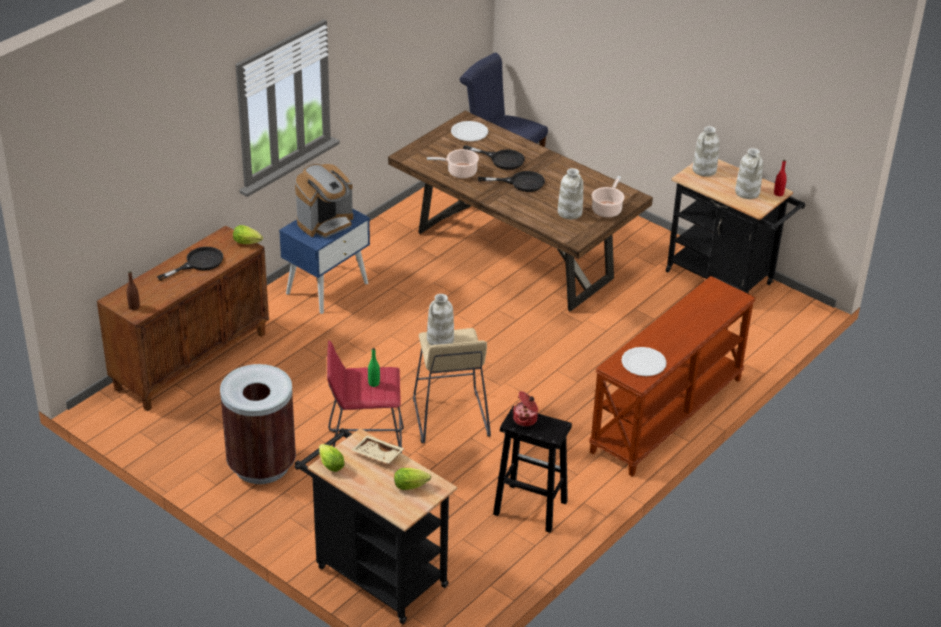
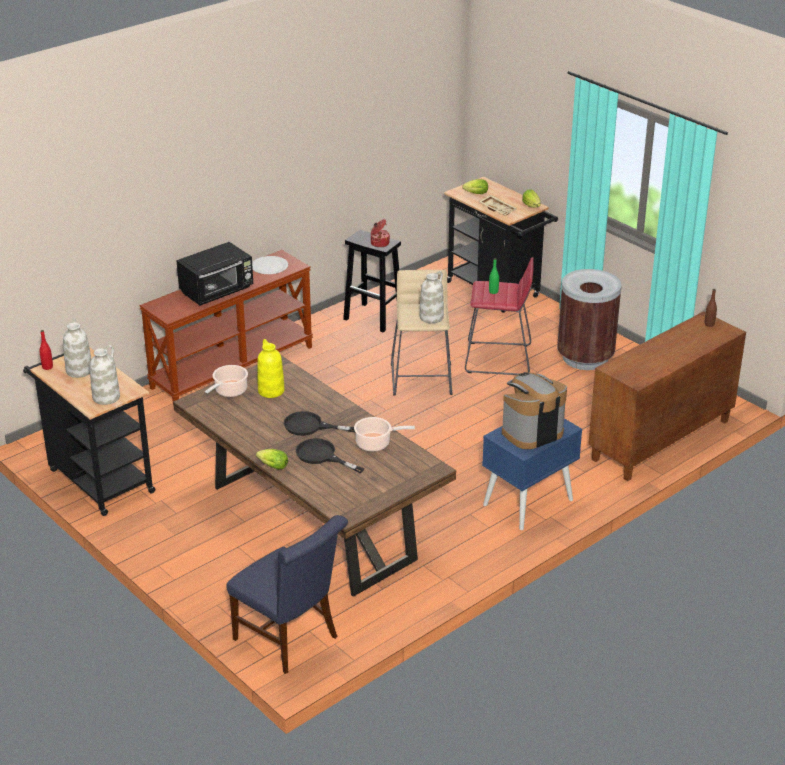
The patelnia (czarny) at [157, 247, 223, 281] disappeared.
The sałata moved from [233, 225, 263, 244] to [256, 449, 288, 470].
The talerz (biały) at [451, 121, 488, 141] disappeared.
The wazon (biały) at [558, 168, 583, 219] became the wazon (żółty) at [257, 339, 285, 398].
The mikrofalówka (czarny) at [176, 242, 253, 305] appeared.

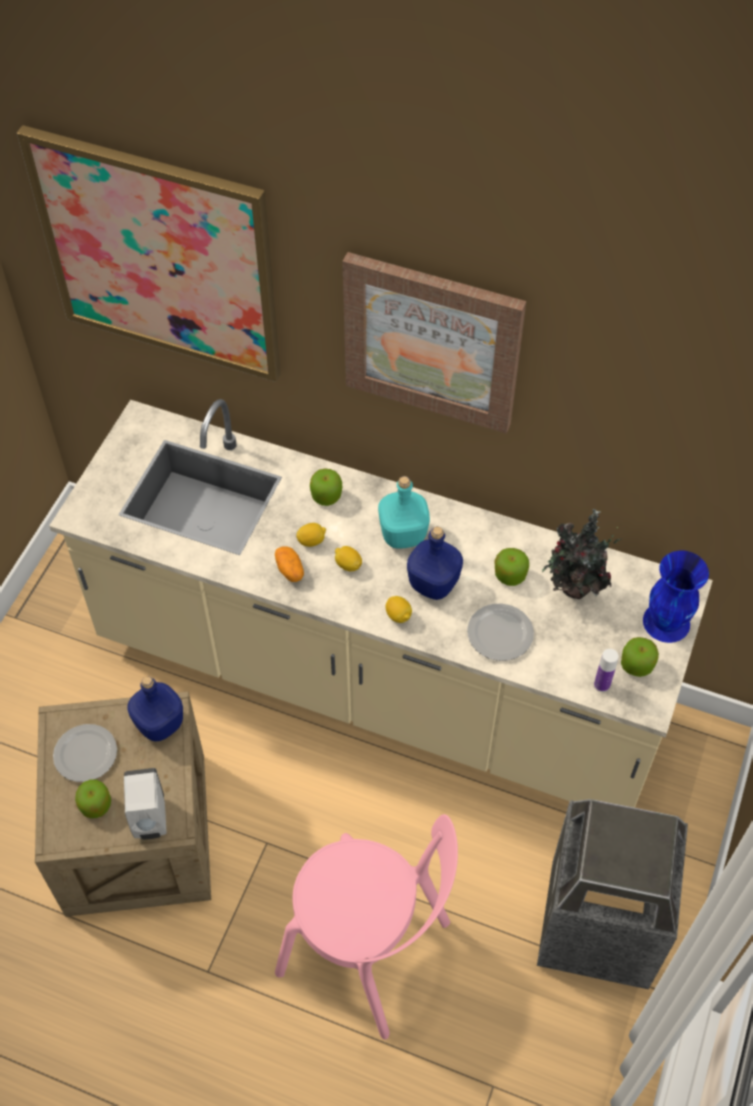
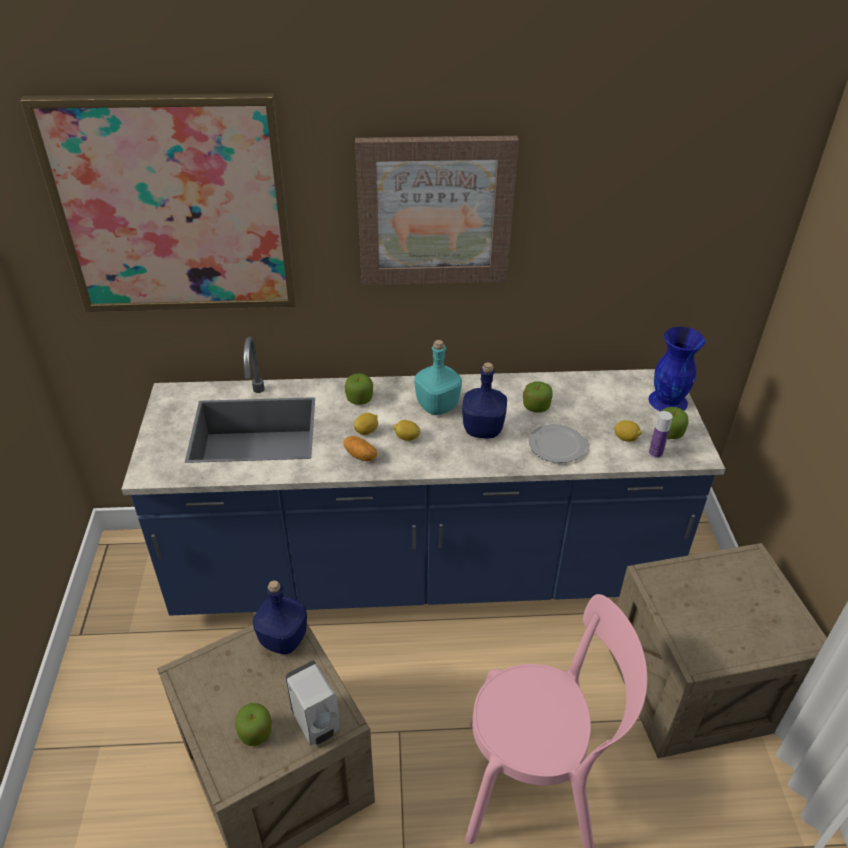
The zabudowa kuchenna (beżowy) at [49, 399, 713, 808] became the zabudowa kuchenna (niebieski) at [121, 337, 725, 616].
The talerz at [53, 724, 117, 782] disappeared.
The cytryna moved from [385, 596, 412, 623] to [615, 420, 642, 442].
The kosz na śmieci at [537, 799, 688, 989] was replaced by the skrzynka at [609, 543, 827, 758].
The roślina doniczkowa at [542, 509, 623, 599] disappeared.

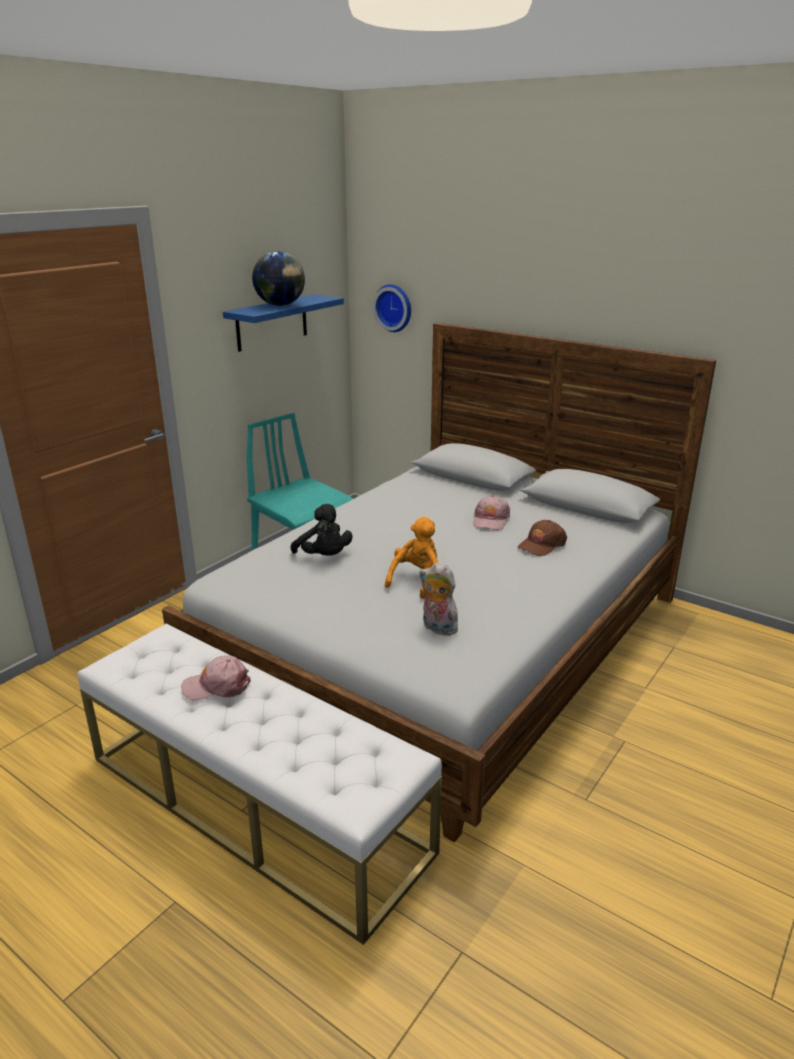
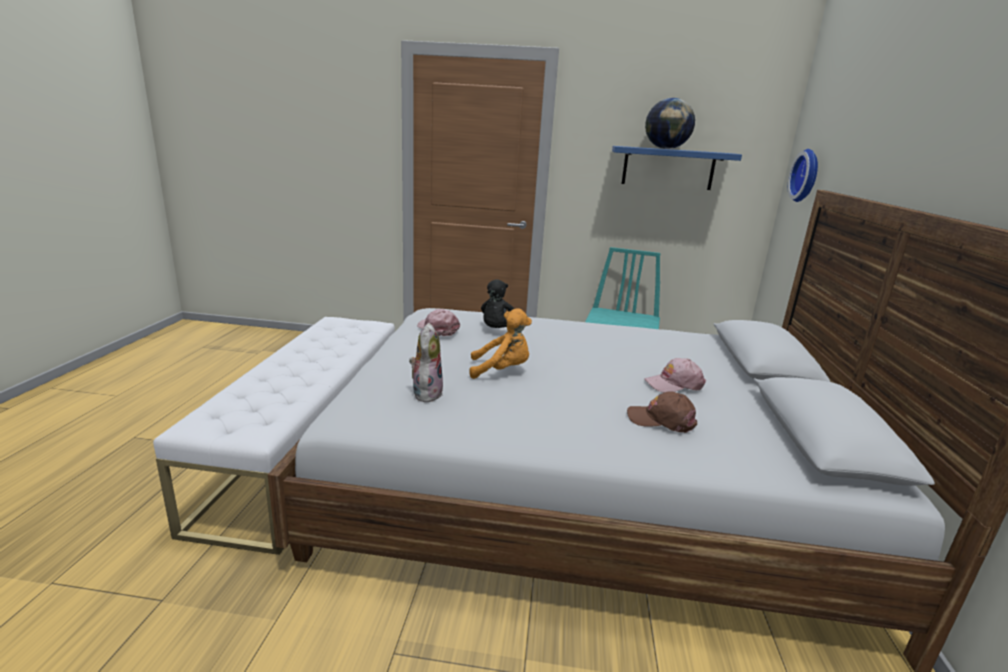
The czapka z daszkiem (różowy) moved from [181, 656, 251, 700] to [417, 309, 460, 336].

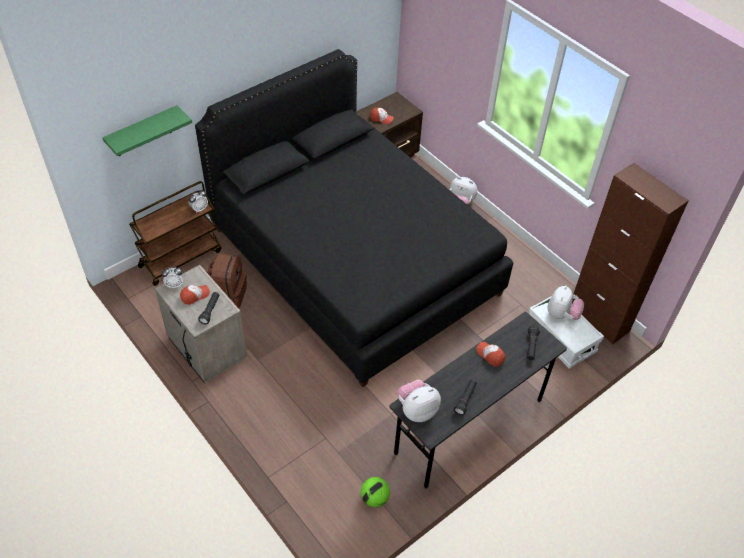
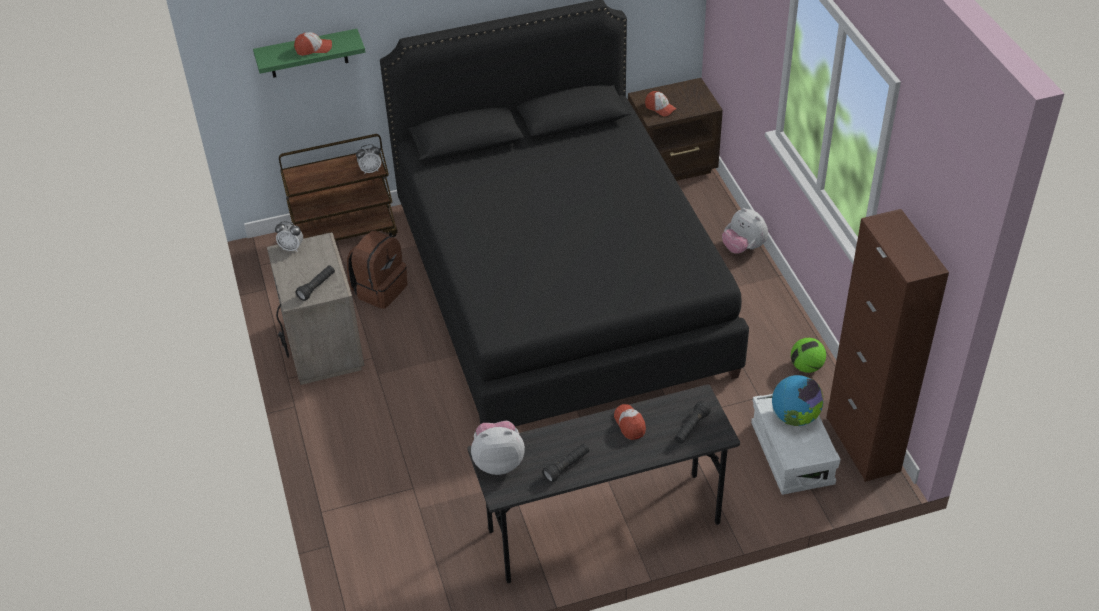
The czapka z daszkiem moved from [180, 285, 210, 305] to [294, 32, 332, 56].
The piłka futbolowa moved from [361, 477, 390, 507] to [791, 338, 826, 373].
The pluszak at [548, 286, 584, 320] was replaced by the globus at [772, 375, 824, 426].

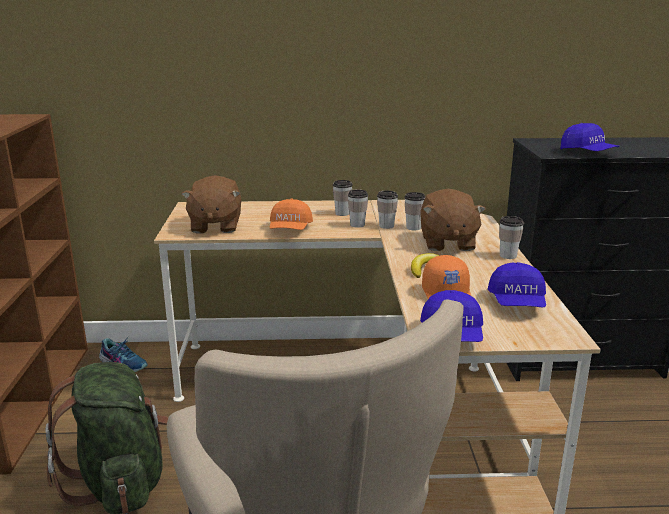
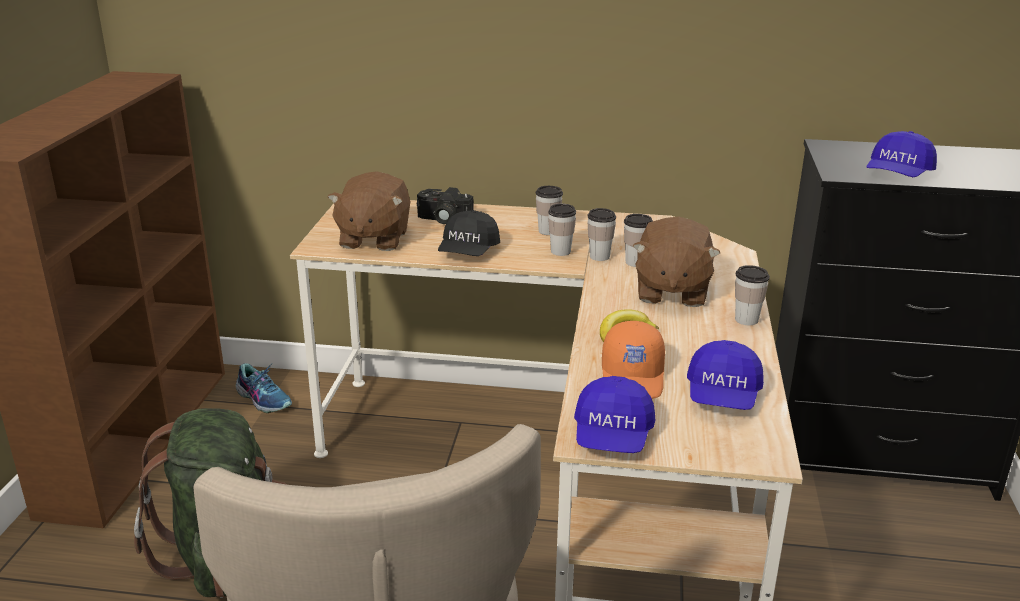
The czapka z daszkiem (pomarańczowy) at [270, 199, 313, 230] became the czapka z daszkiem (czarny) at [438, 210, 500, 256].
The czapka z daszkiem (niebieski) at [560, 123, 620, 151] turned 60 degrees clockwise.
The aparat fotograficzny at [417, 187, 474, 224] appeared.

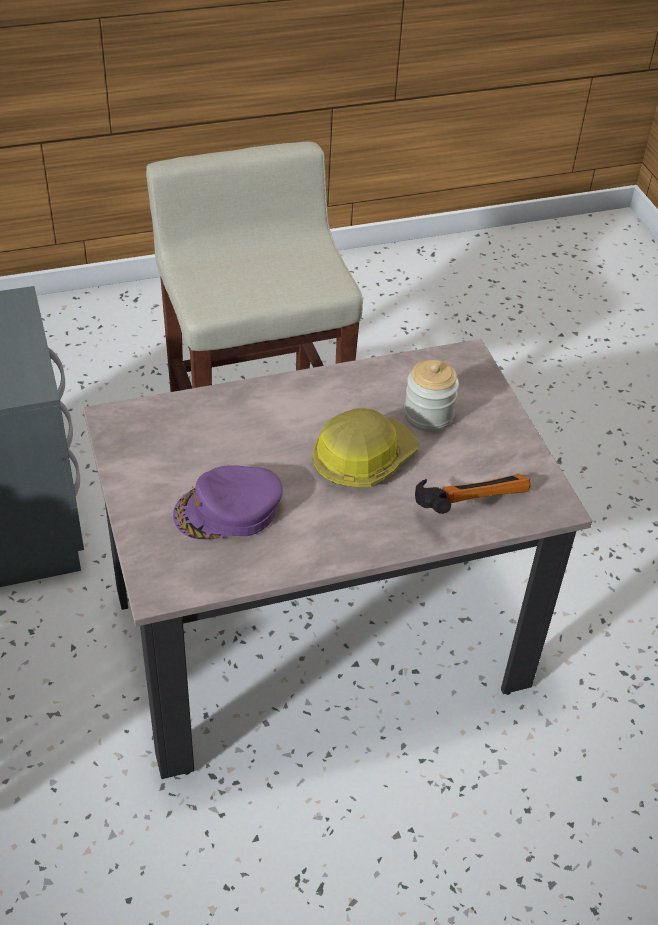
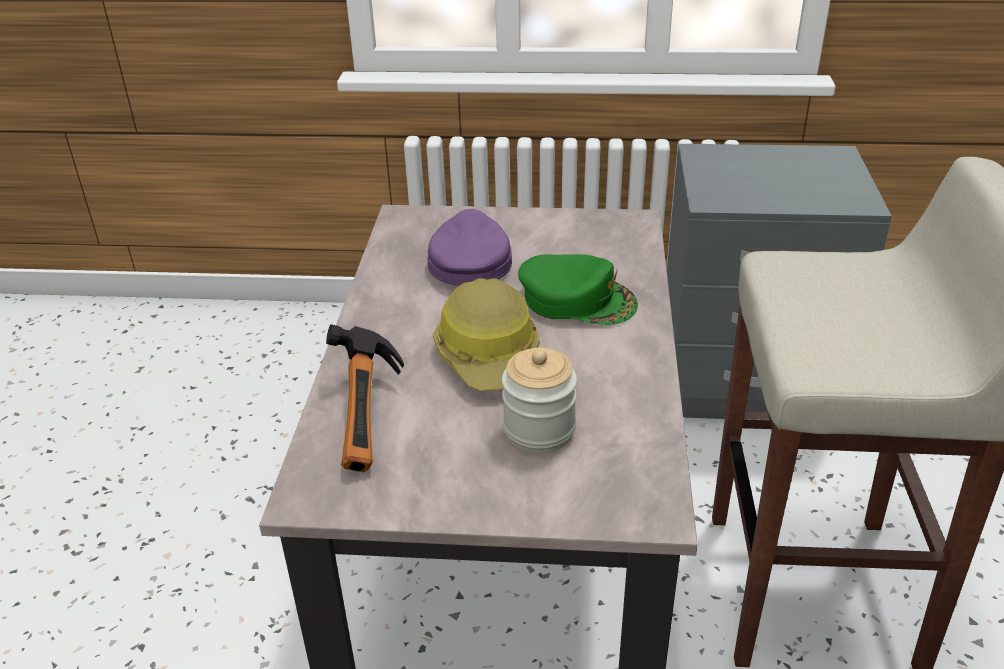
The czapka z daszkiem (zielony) at [518, 254, 638, 325] appeared.

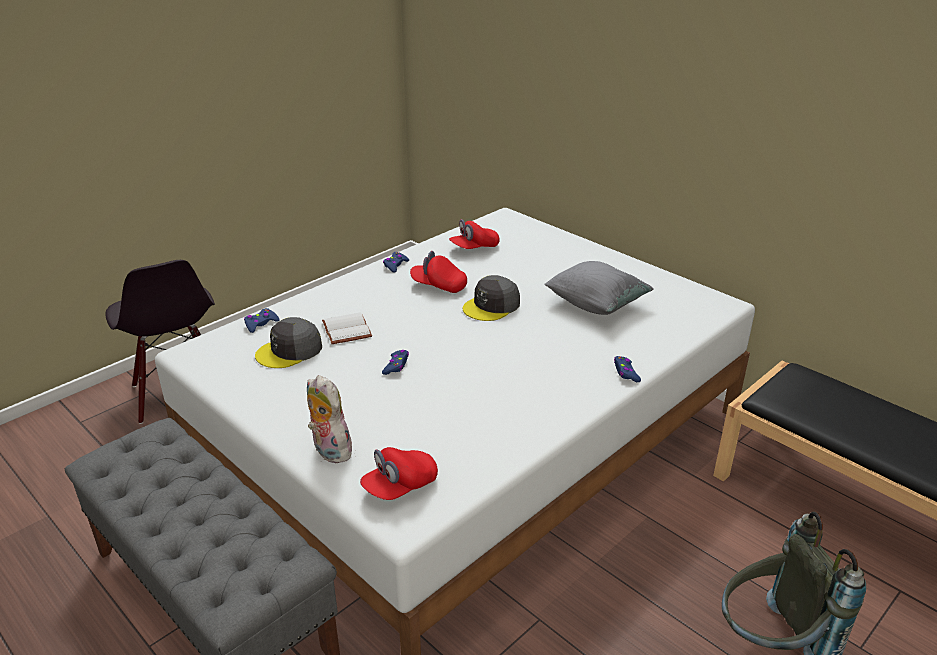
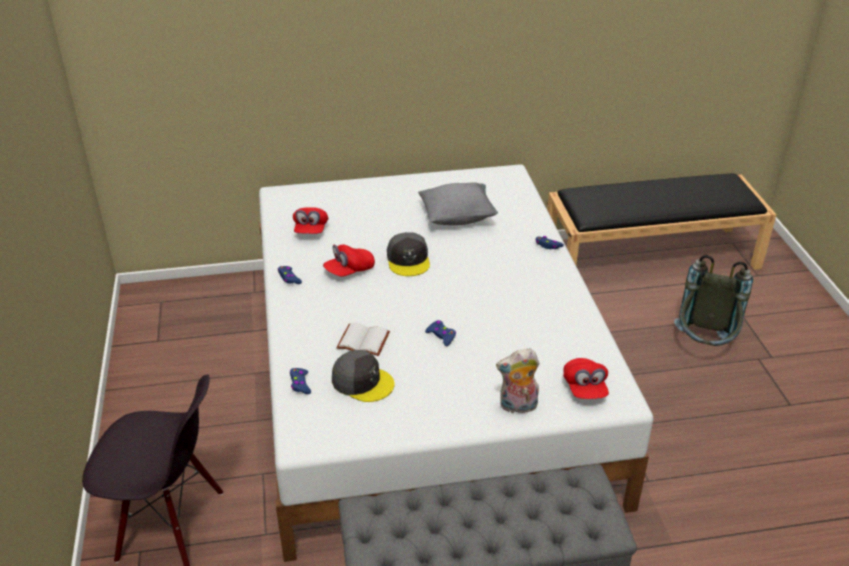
The czapka z daszkiem (szary) at [255, 317, 322, 368] turned 60 degrees counterclockwise.

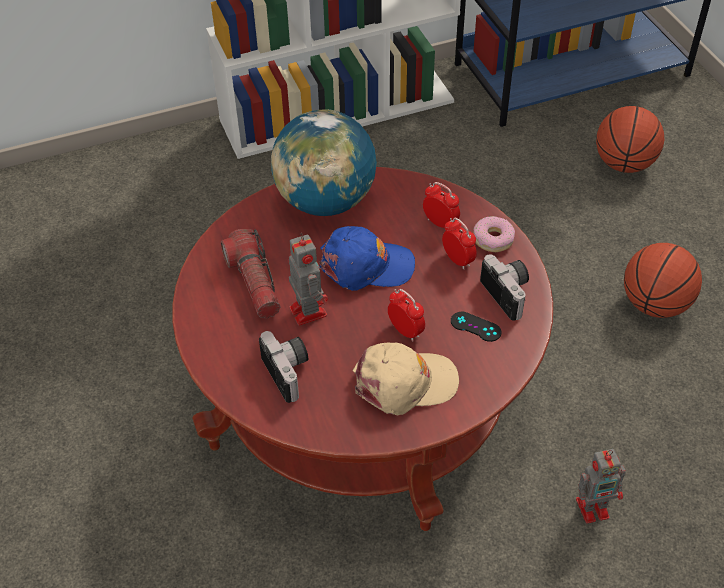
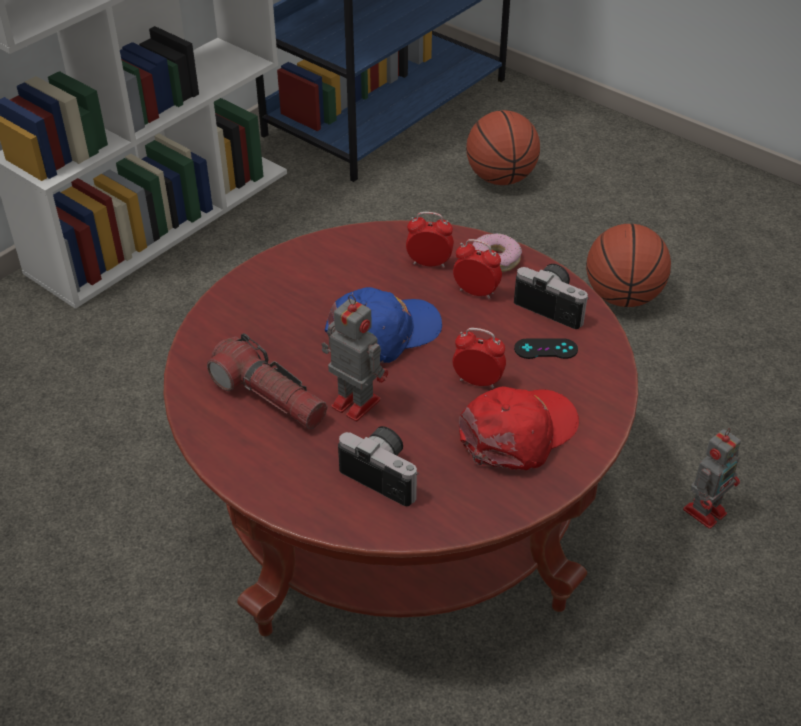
The globus at [271, 109, 377, 216] disappeared.
The czapka z daszkiem (beżowy) at [353, 343, 459, 415] became the czapka z daszkiem (czerwony) at [459, 386, 579, 470].

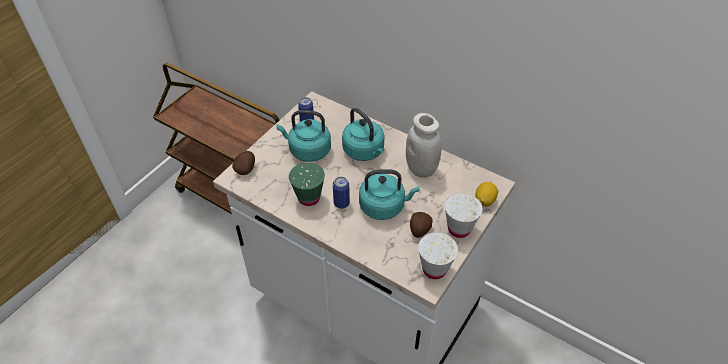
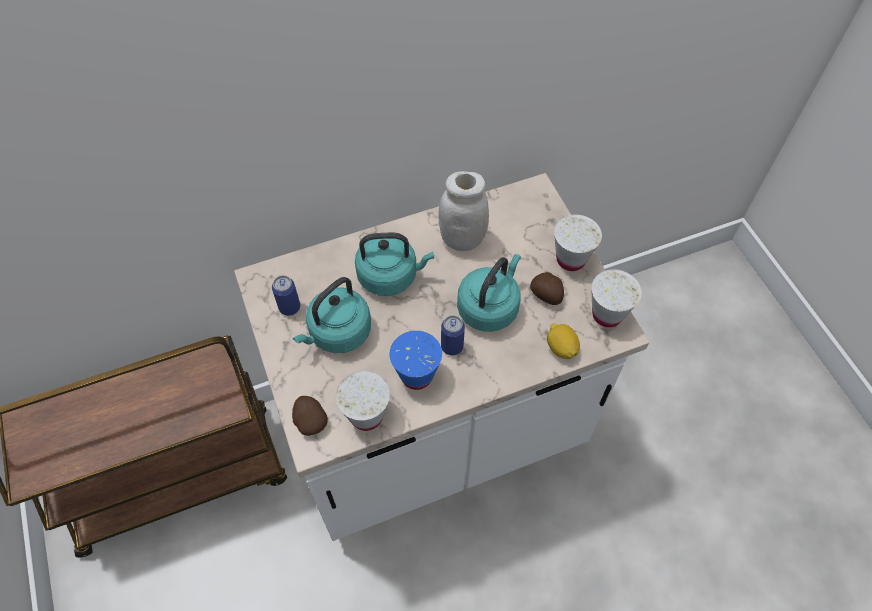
The filiżanka (zielony) at [289, 163, 325, 206] became the filiżanka (niebieski) at [390, 331, 442, 390].
The cytryna moved from [475, 182, 498, 206] to [547, 323, 580, 359].
The filiżanka (biały) at [336, 371, 390, 431] appeared.

